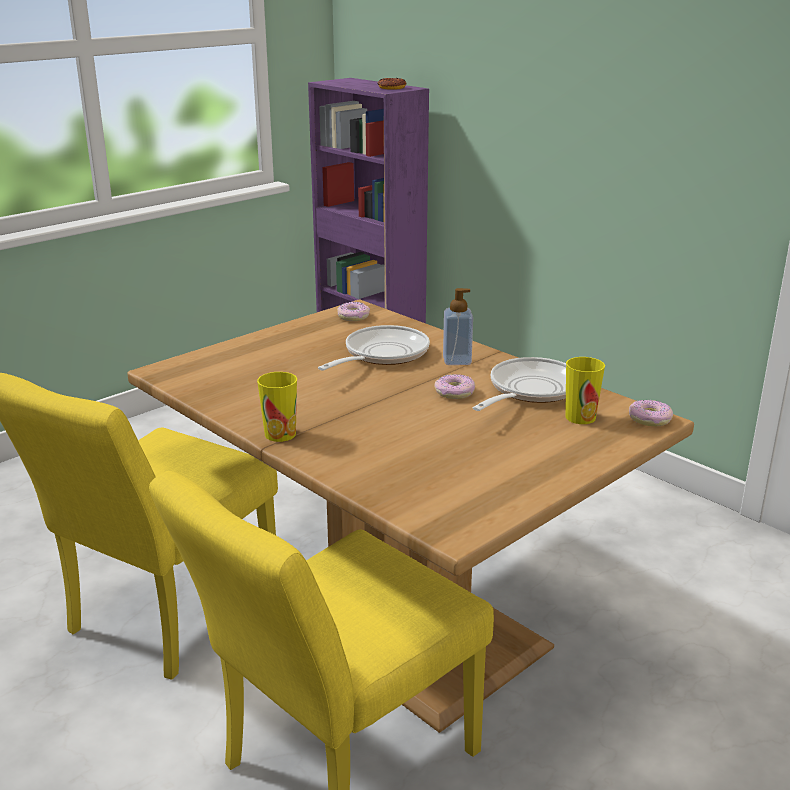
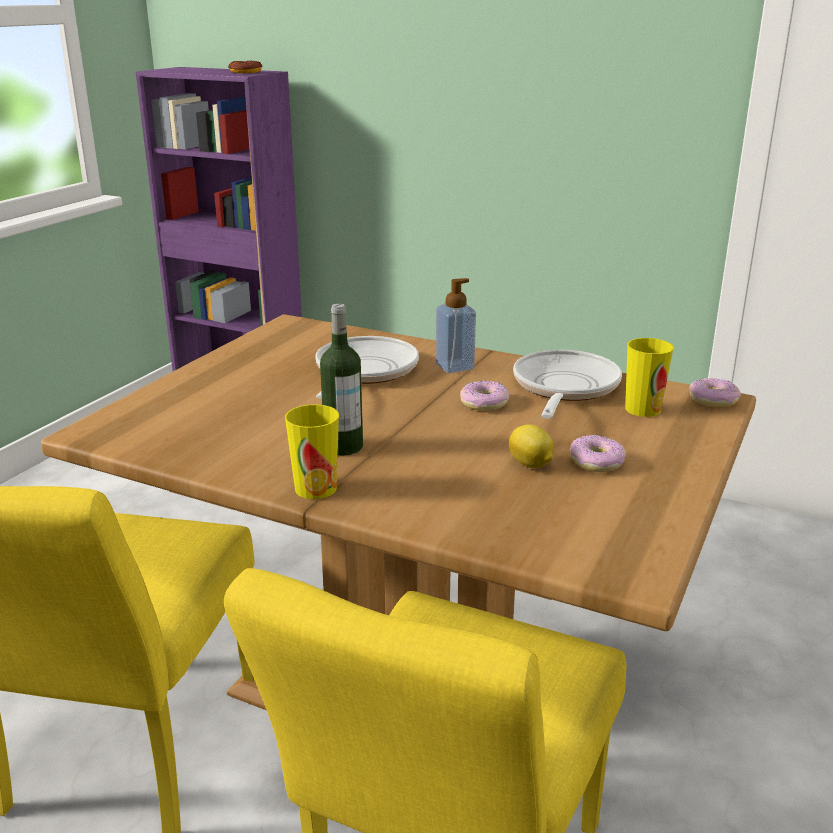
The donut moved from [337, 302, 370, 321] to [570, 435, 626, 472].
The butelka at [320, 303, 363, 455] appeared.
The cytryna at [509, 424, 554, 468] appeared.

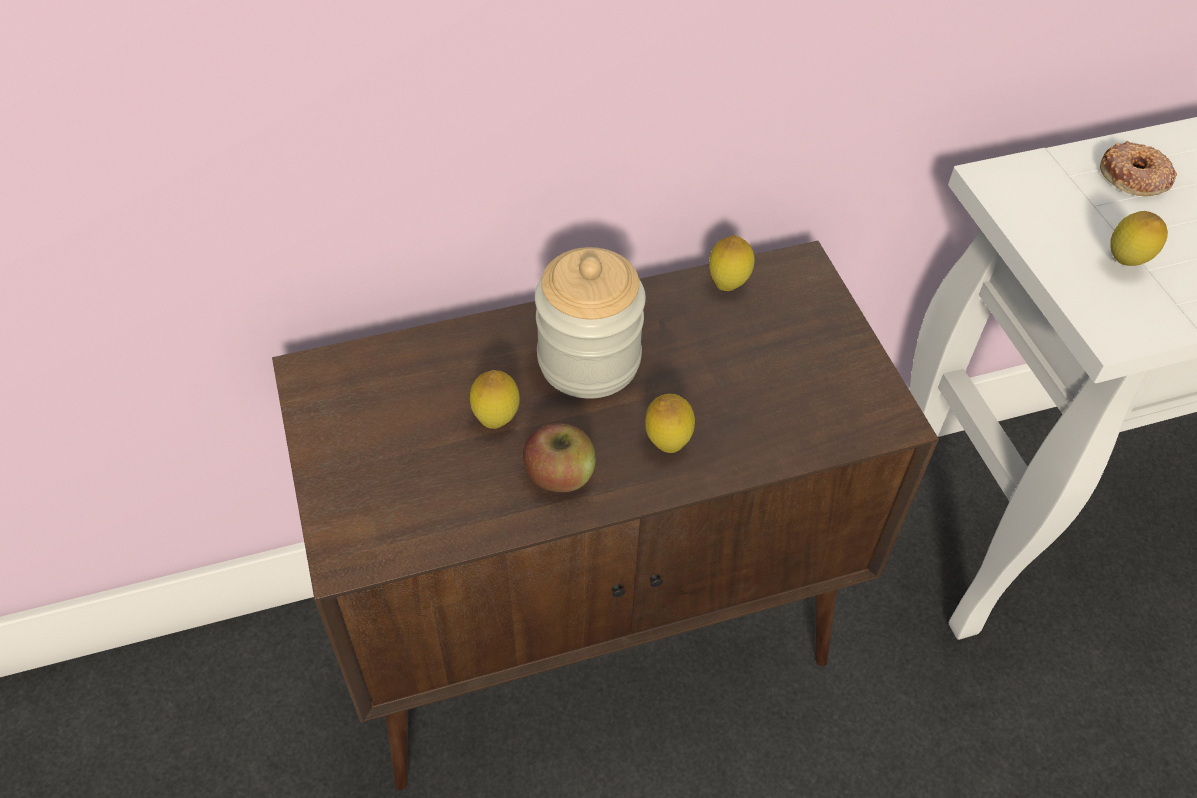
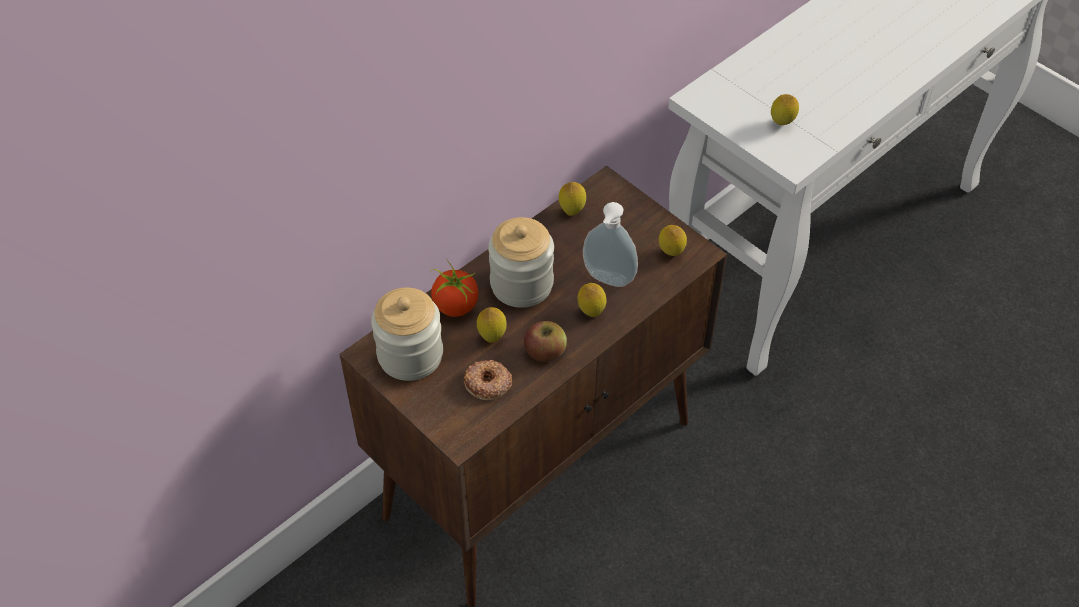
The donut moved from [1100, 141, 1177, 196] to [464, 360, 512, 400].
The słoik at [371, 288, 443, 381] appeared.
The pomidor at [431, 258, 479, 317] appeared.
The dozownik mydła at [583, 202, 638, 287] appeared.
The cytryna at [659, 225, 687, 256] appeared.

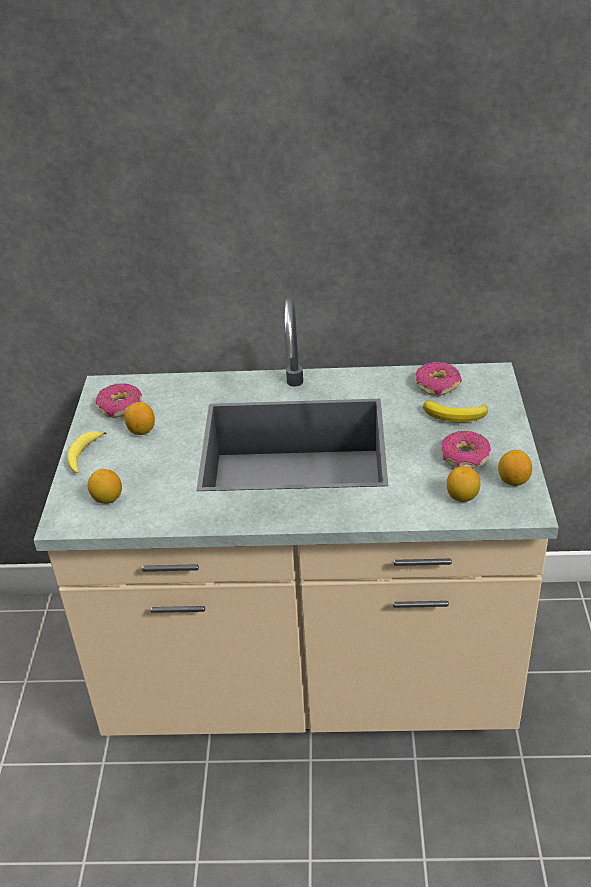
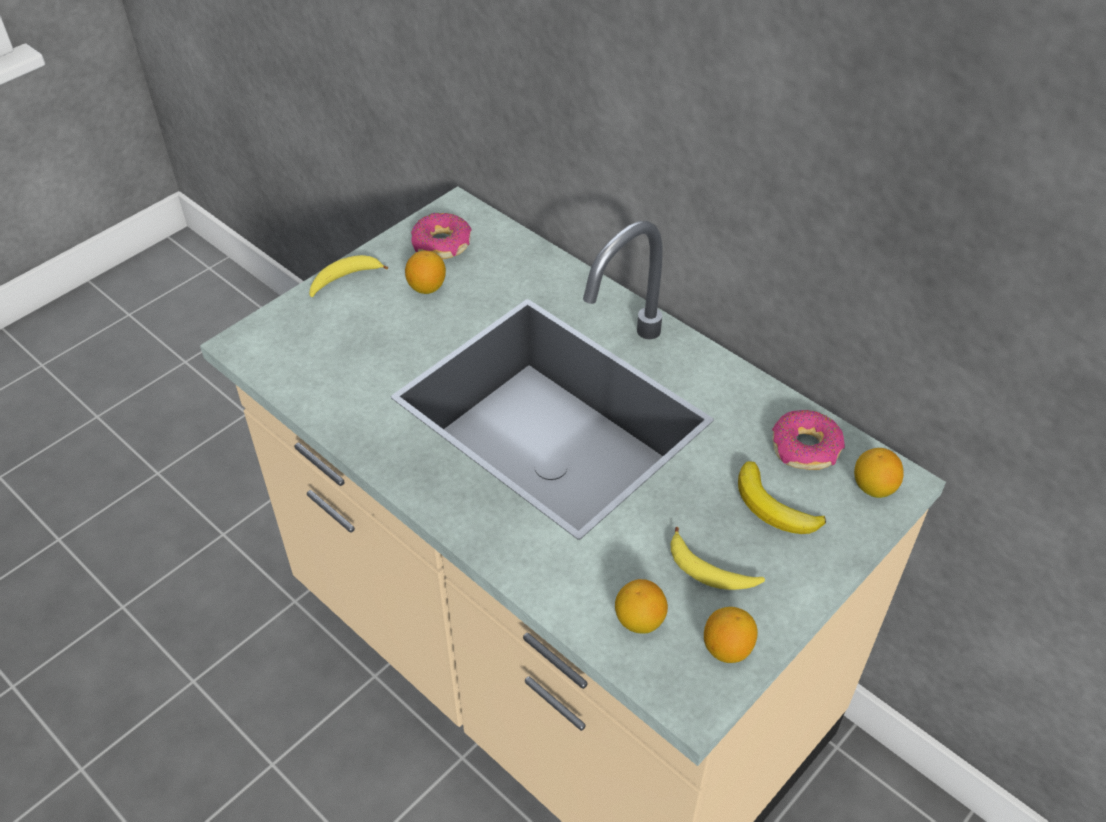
The cytryna moved from [88, 469, 122, 504] to [854, 448, 903, 498].
The donut at [441, 431, 491, 468] was replaced by the banan at [670, 527, 765, 590].

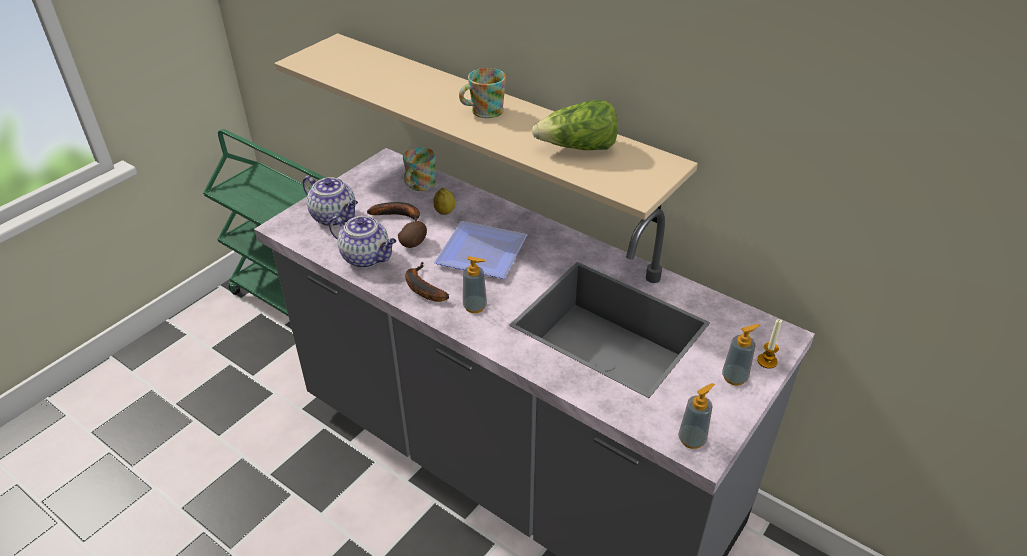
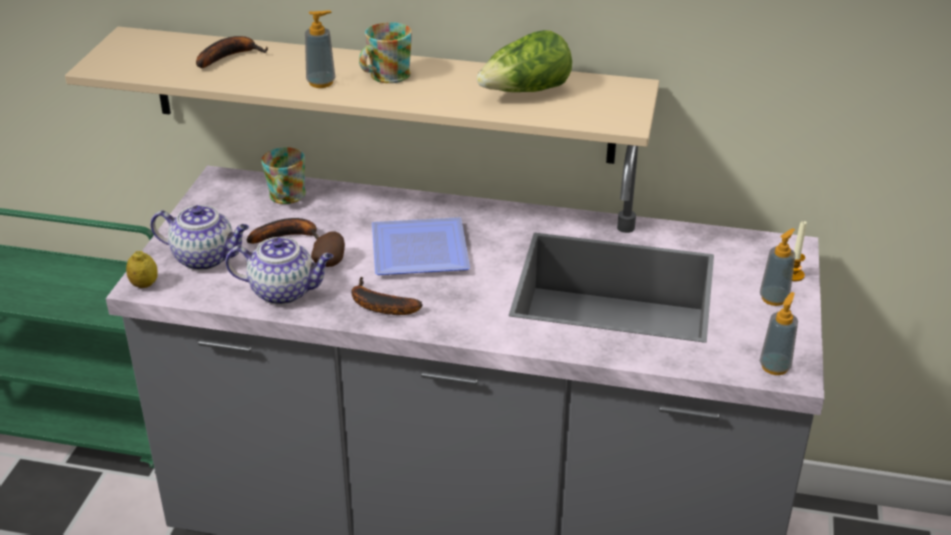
The cytryna moved from [433, 188, 455, 215] to [126, 251, 158, 288].
The dozownik mydła moved from [463, 256, 487, 313] to [305, 11, 335, 88].
The banan at [196, 36, 268, 68] appeared.

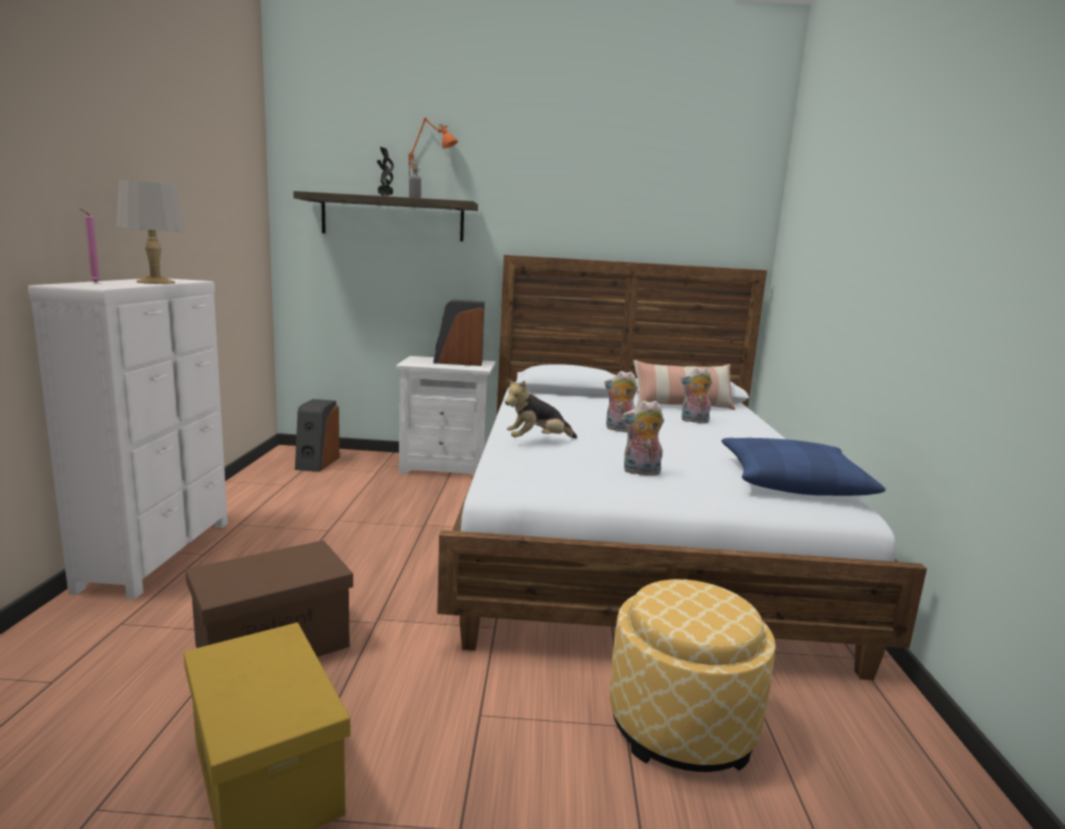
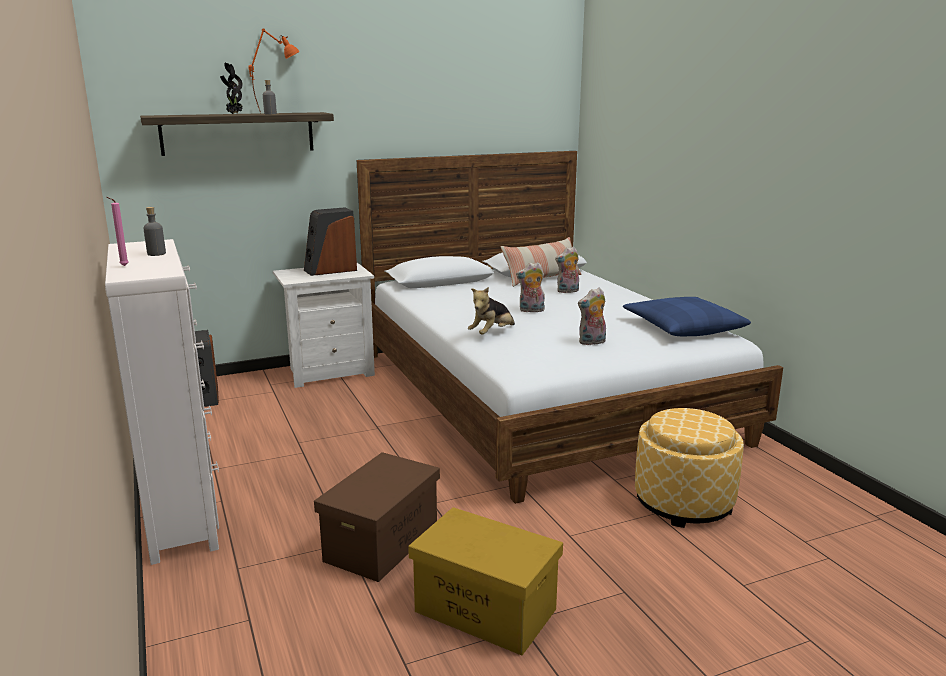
The lampa stołowa (szary) at [116, 180, 186, 284] was replaced by the butelka (szary) at [143, 207, 166, 256].

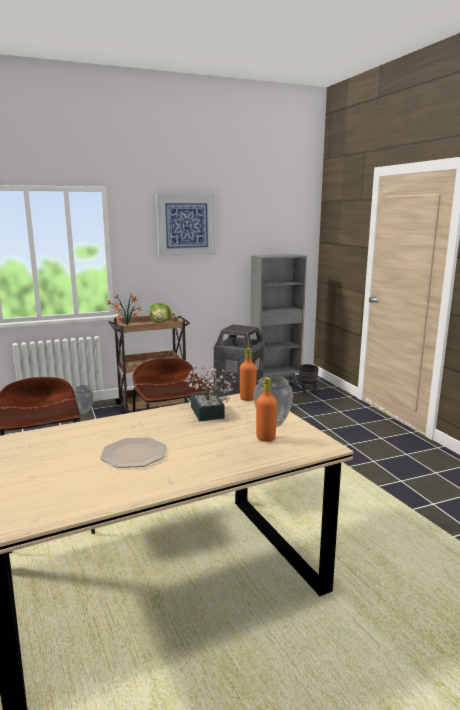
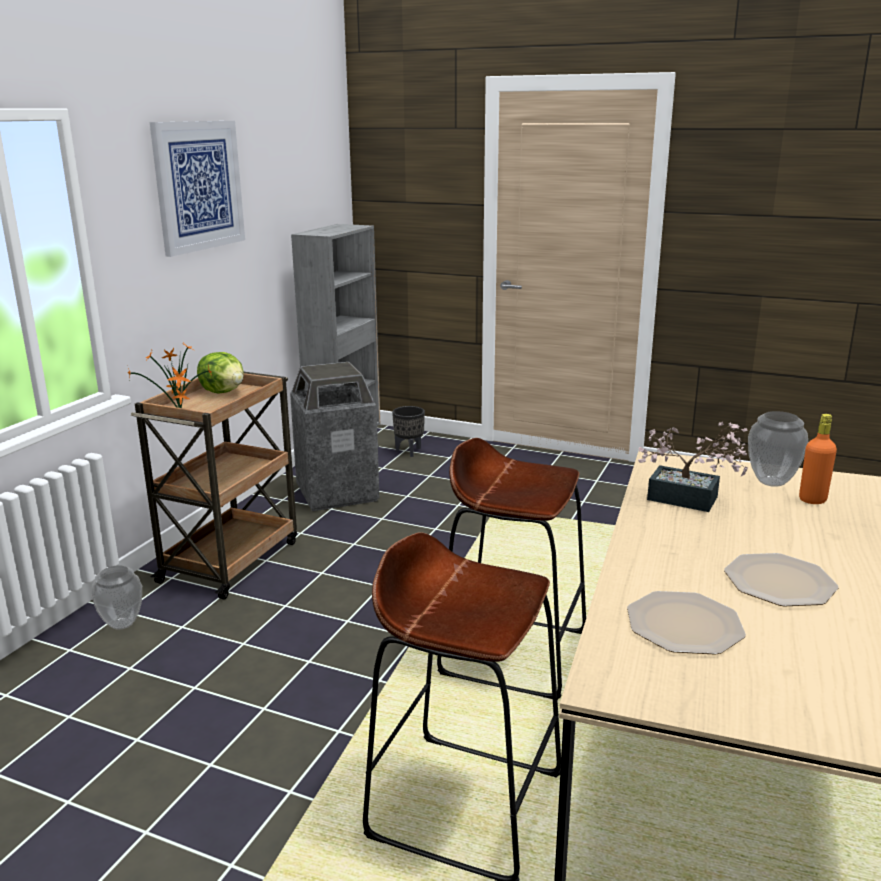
The butelka (pomarańczowy) at [240, 348, 257, 401] disappeared.
The talerz at [627, 591, 746, 655] appeared.

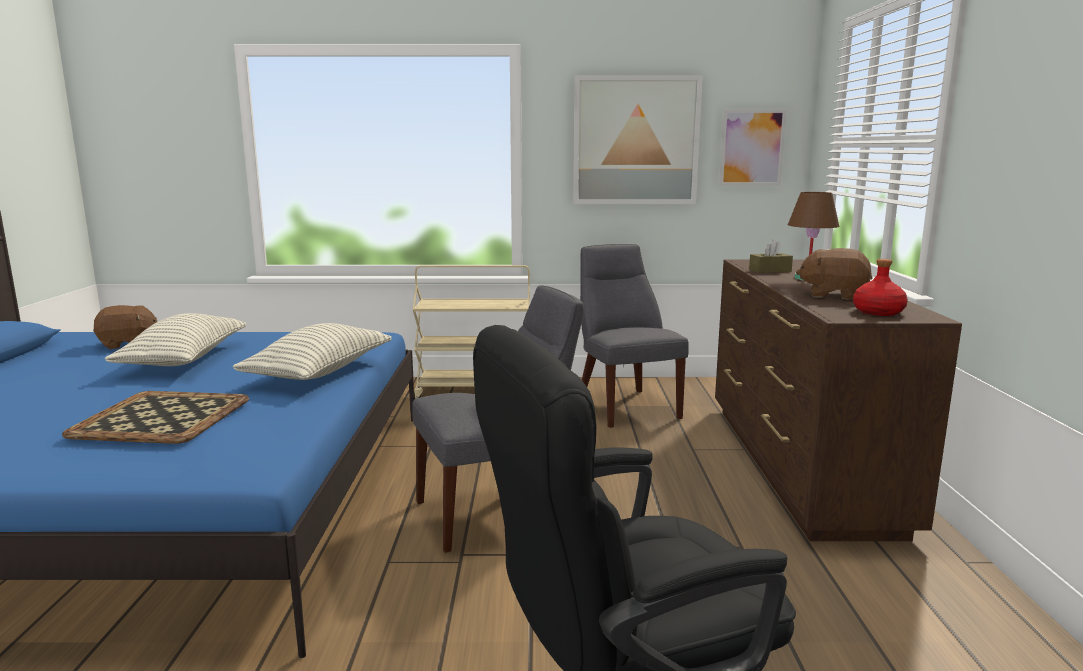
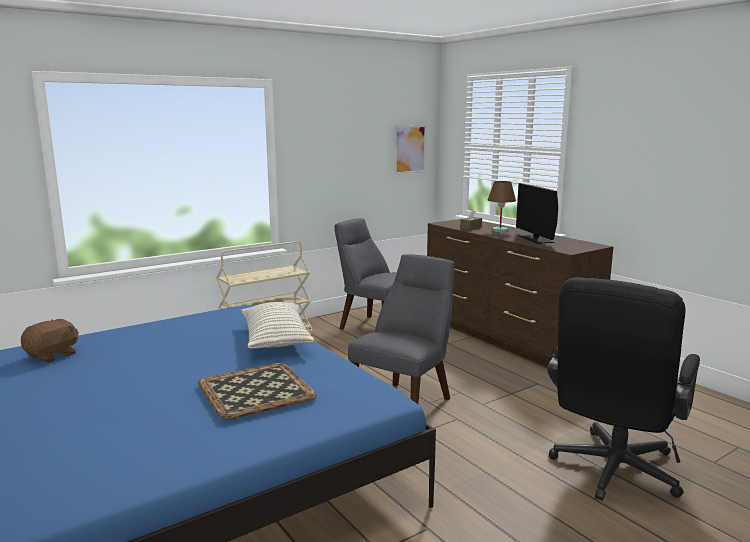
The poduszka at [105, 313, 246, 366] disappeared.
The obraz at [573, 75, 703, 204] disappeared.
The pluszak (brązowy) at [796, 248, 873, 300] was replaced by the monitor at [516, 183, 558, 244].
The butelka (czerwony) at [853, 259, 908, 316] disappeared.

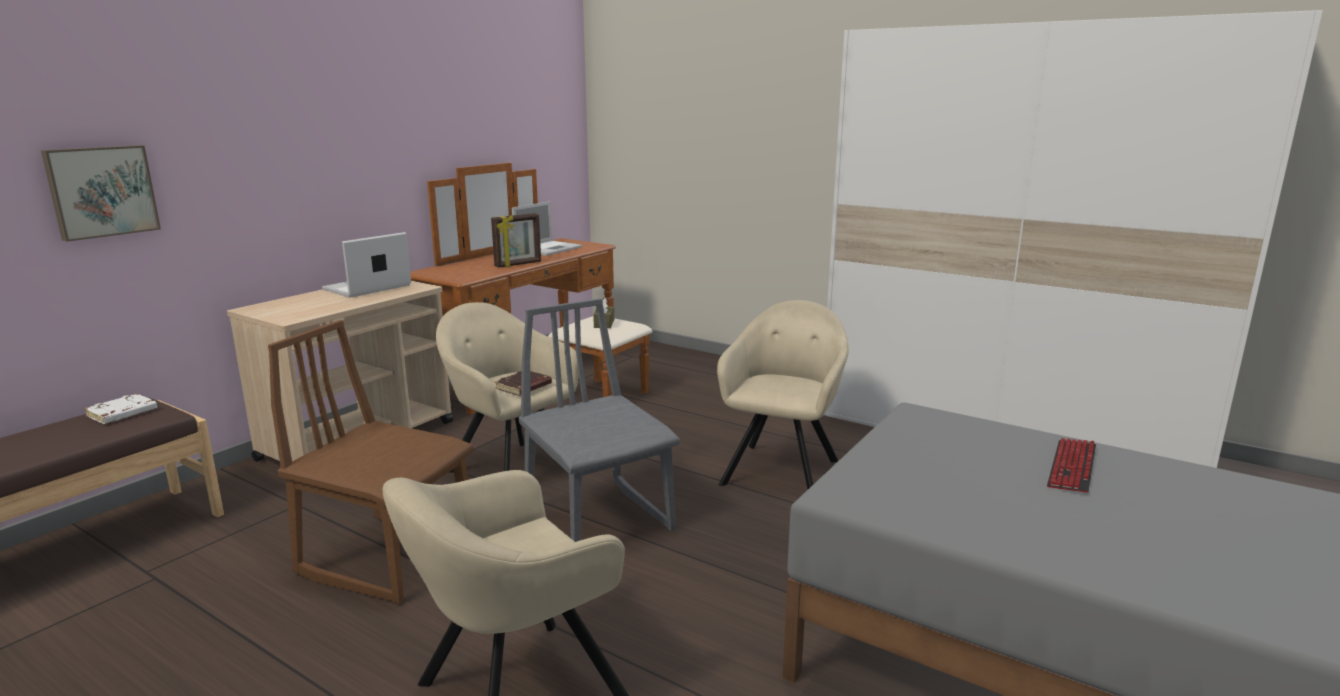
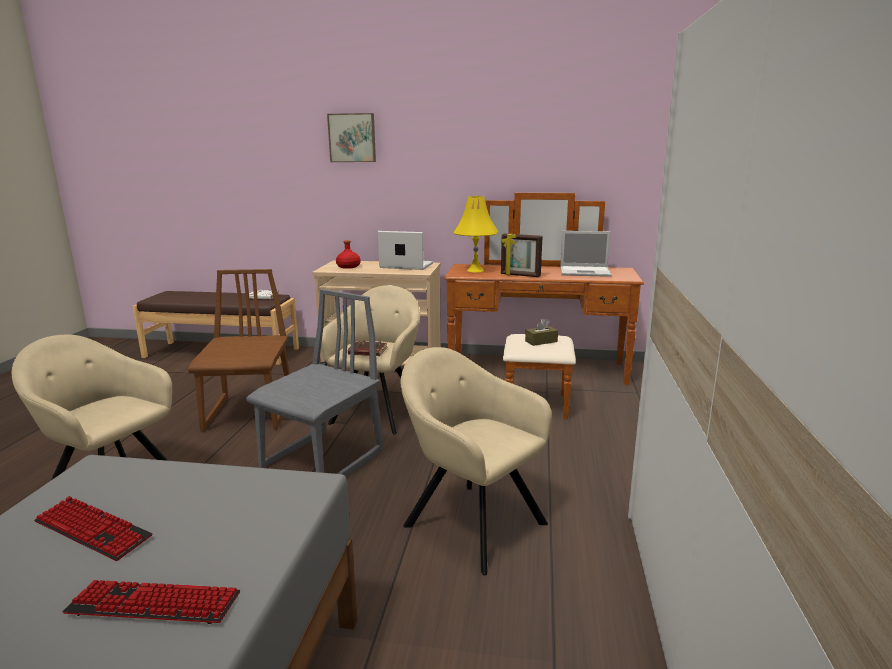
The obraz moved from [41, 145, 161, 242] to [327, 113, 376, 162].
The fotel (beżowy) at [717, 300, 849, 489] turned 135 degrees counterclockwise.
The klawiatura at [34, 496, 153, 561] appeared.
The butelka (czerwony) at [336, 240, 361, 269] appeared.
The lampa stołowa (żółty) at [453, 196, 498, 272] appeared.

